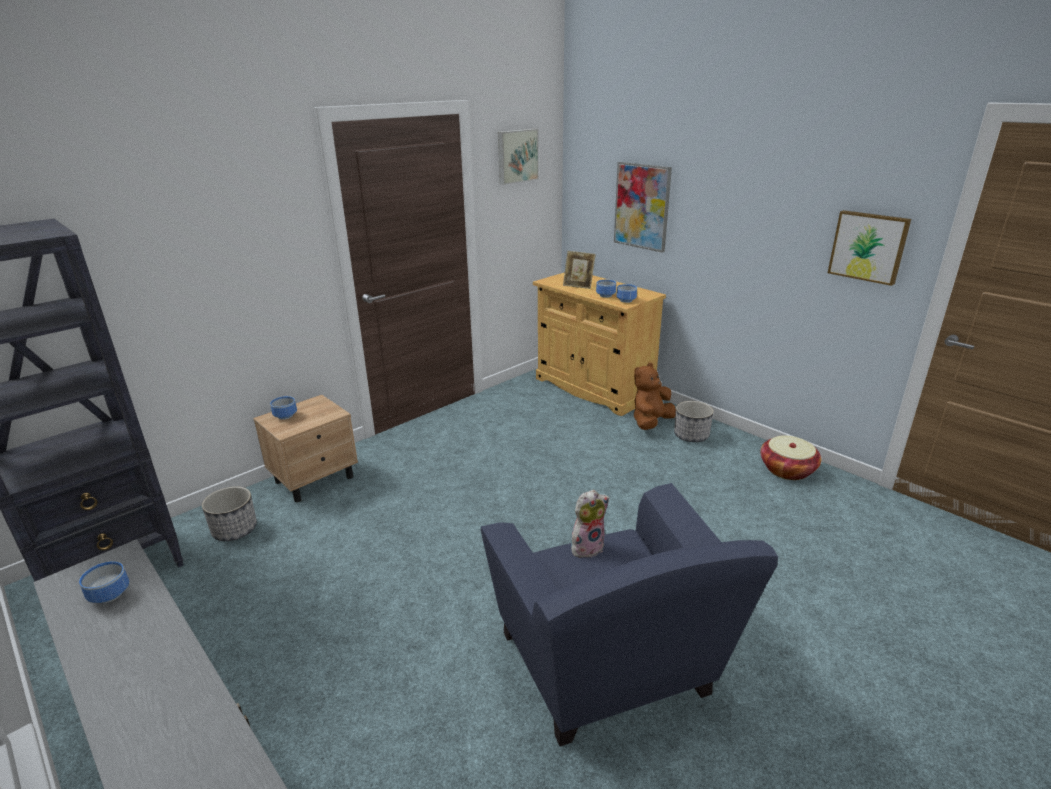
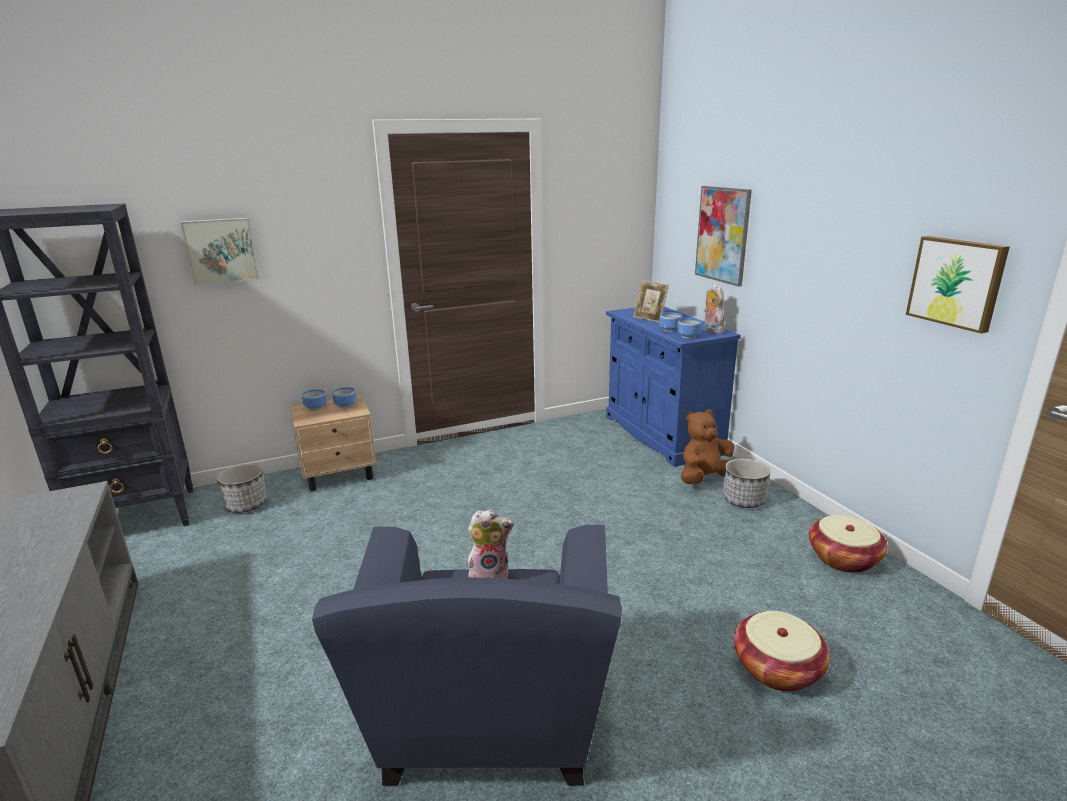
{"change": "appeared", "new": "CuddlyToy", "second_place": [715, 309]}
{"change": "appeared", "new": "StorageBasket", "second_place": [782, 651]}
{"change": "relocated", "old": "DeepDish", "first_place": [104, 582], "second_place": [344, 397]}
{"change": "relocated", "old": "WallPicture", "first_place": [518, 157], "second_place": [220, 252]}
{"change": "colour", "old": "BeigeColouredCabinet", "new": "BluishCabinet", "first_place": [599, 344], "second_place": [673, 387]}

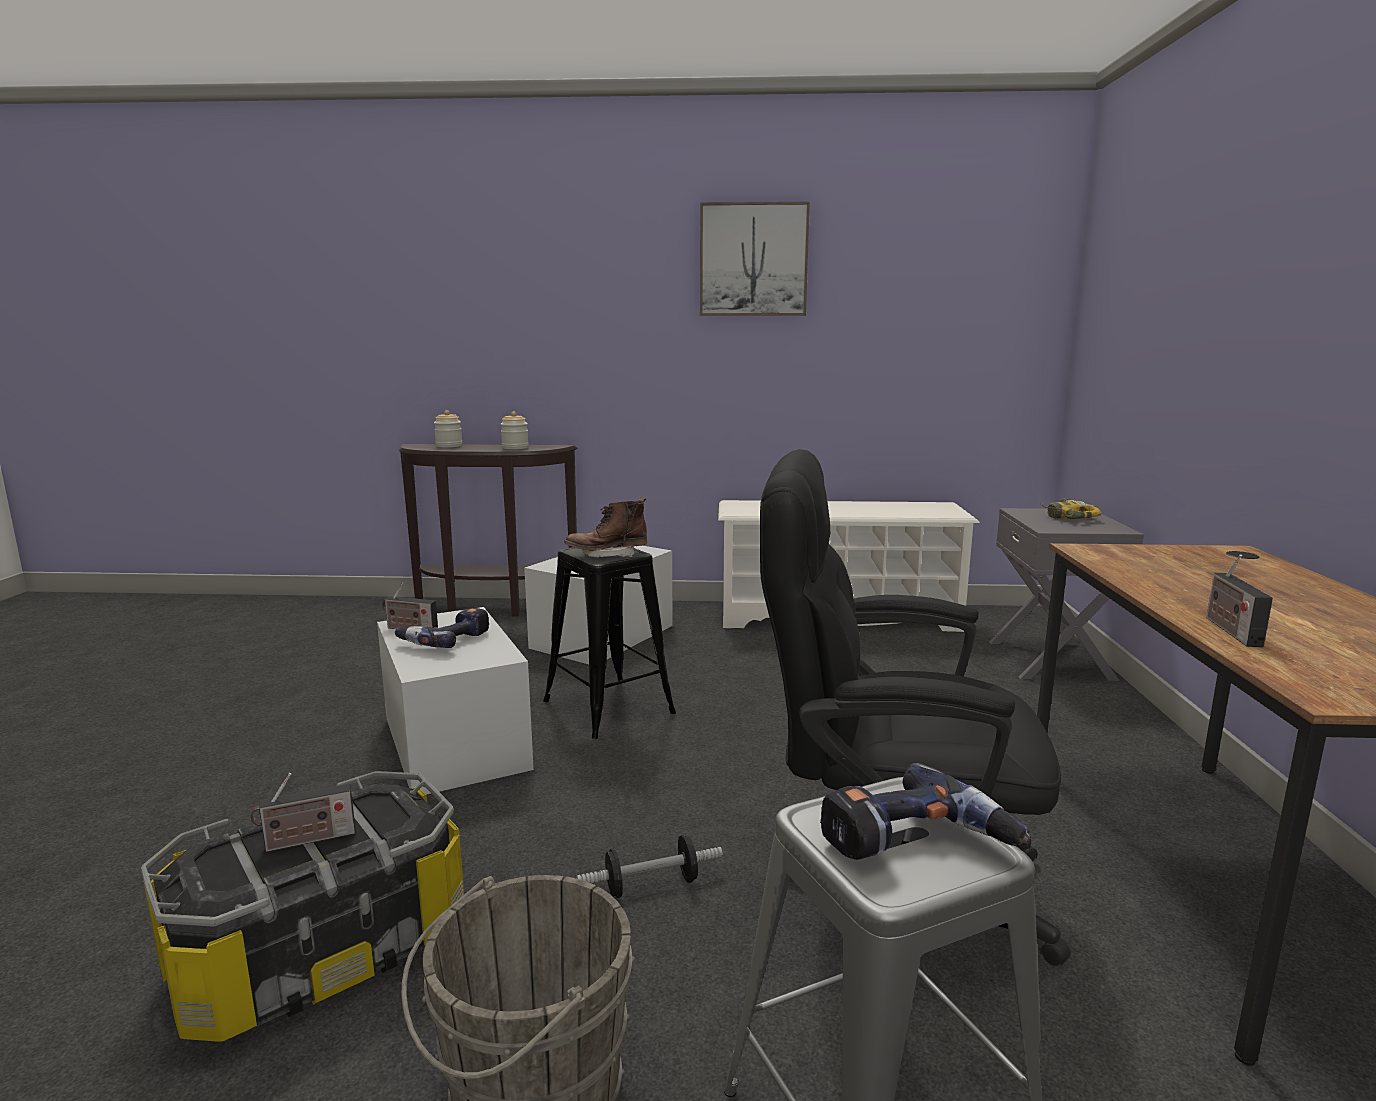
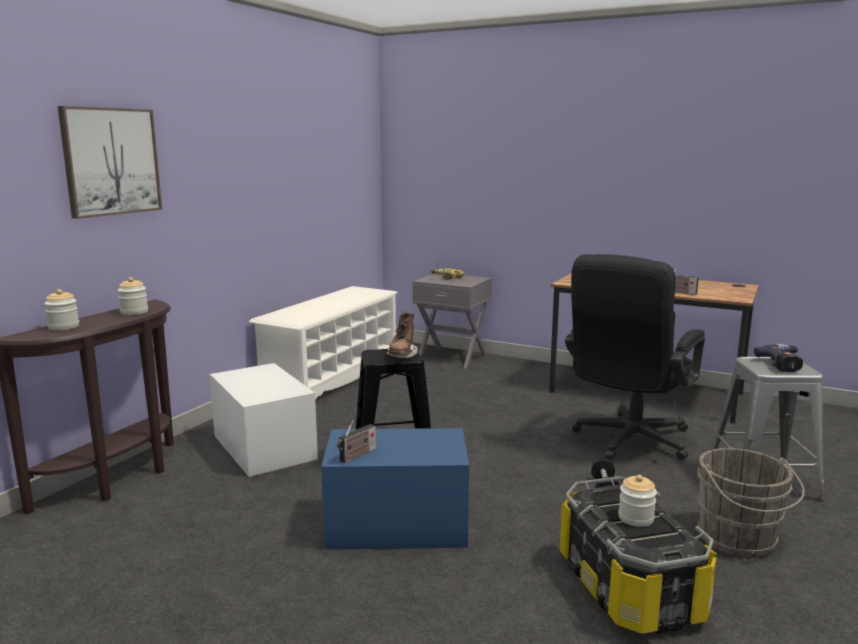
{"change": "missing", "old": "PowerDrill", "first_place": [442, 628]}
{"change": "relocated", "old": "WallPicture", "first_place": [755, 259], "second_place": [110, 162]}
{"change": "exchanged", "old": "RadioSet", "new": "PreserveJar", "first_place": [302, 812], "second_place": [637, 501]}
{"change": "colour", "old": "WhitishStorageBox", "new": "BluishStorageBox", "first_place": [455, 701], "second_place": [395, 489]}

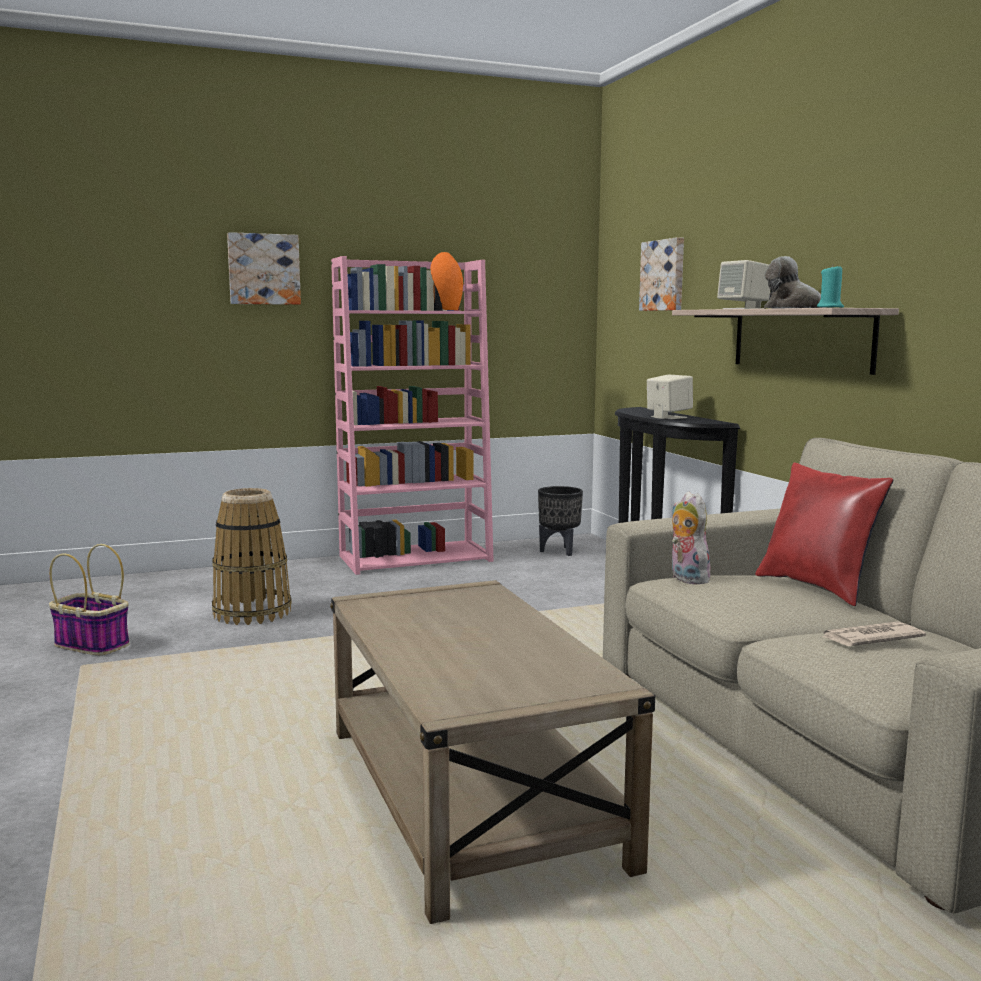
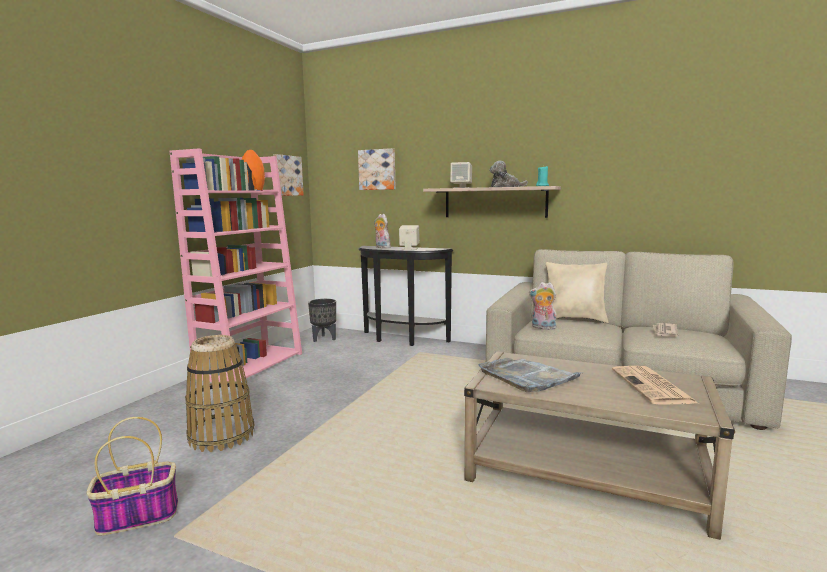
{"change": "appeared", "new": "CuddlyToy", "second_place": [382, 231]}
{"change": "appeared", "new": "GreyServingTray", "second_place": [530, 375]}
{"change": "appeared", "new": "PrintedPaper", "second_place": [655, 385]}
{"change": "relocated", "old": "WallPicture", "first_place": [264, 268], "second_place": [288, 175]}
{"change": "colour", "old": "RedCushion", "new": "BeigeColouredCushion", "first_place": [824, 534], "second_place": [577, 292]}

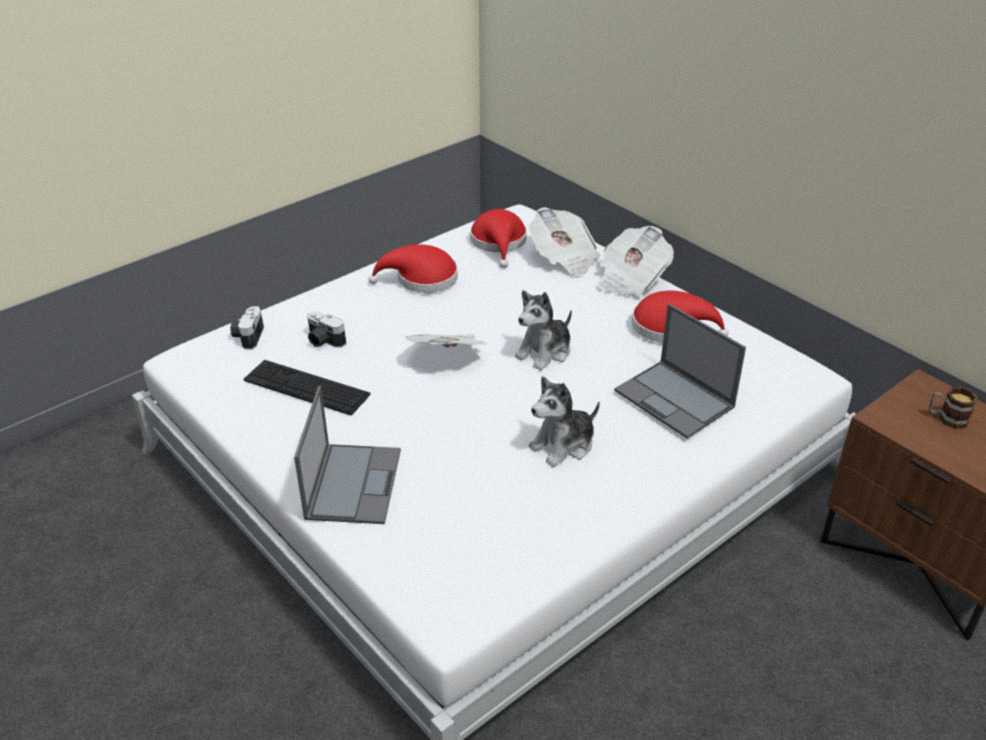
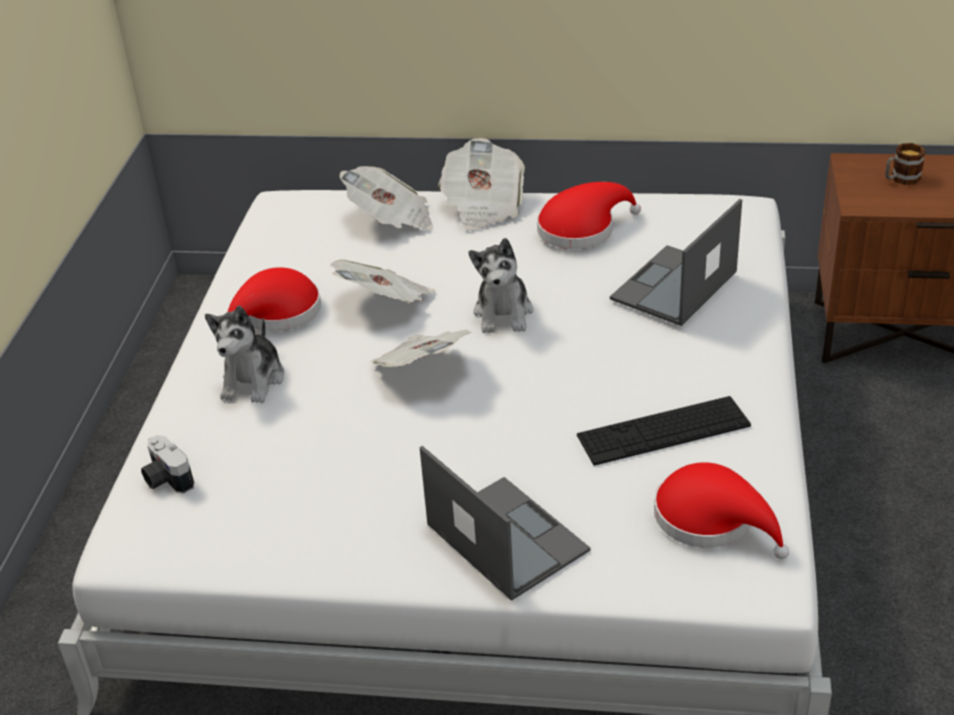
{"change": "missing", "old": "StillCamera", "first_place": [326, 329]}
{"change": "appeared", "new": "PrintedPaper", "second_place": [383, 281]}
{"change": "relocated", "old": "ComputerKeyboard", "first_place": [307, 388], "second_place": [664, 431]}
{"change": "relocated", "old": "RedHat", "first_place": [498, 238], "second_place": [721, 510]}
{"change": "relocated", "old": "CuddlyToy", "first_place": [564, 421], "second_place": [244, 354]}
{"change": "spun", "old": "PortableComputer", "first_place": [680, 371], "second_place": [676, 262], "degrees": 120}

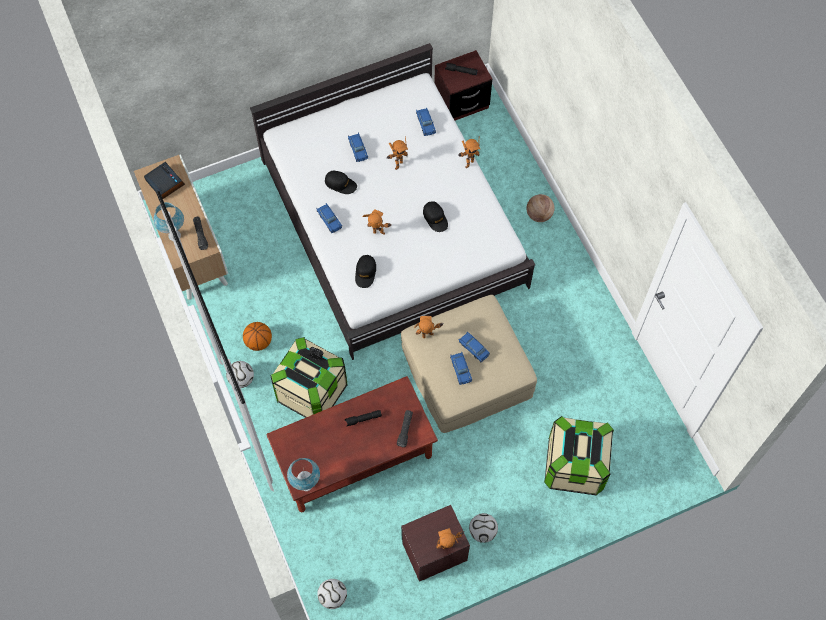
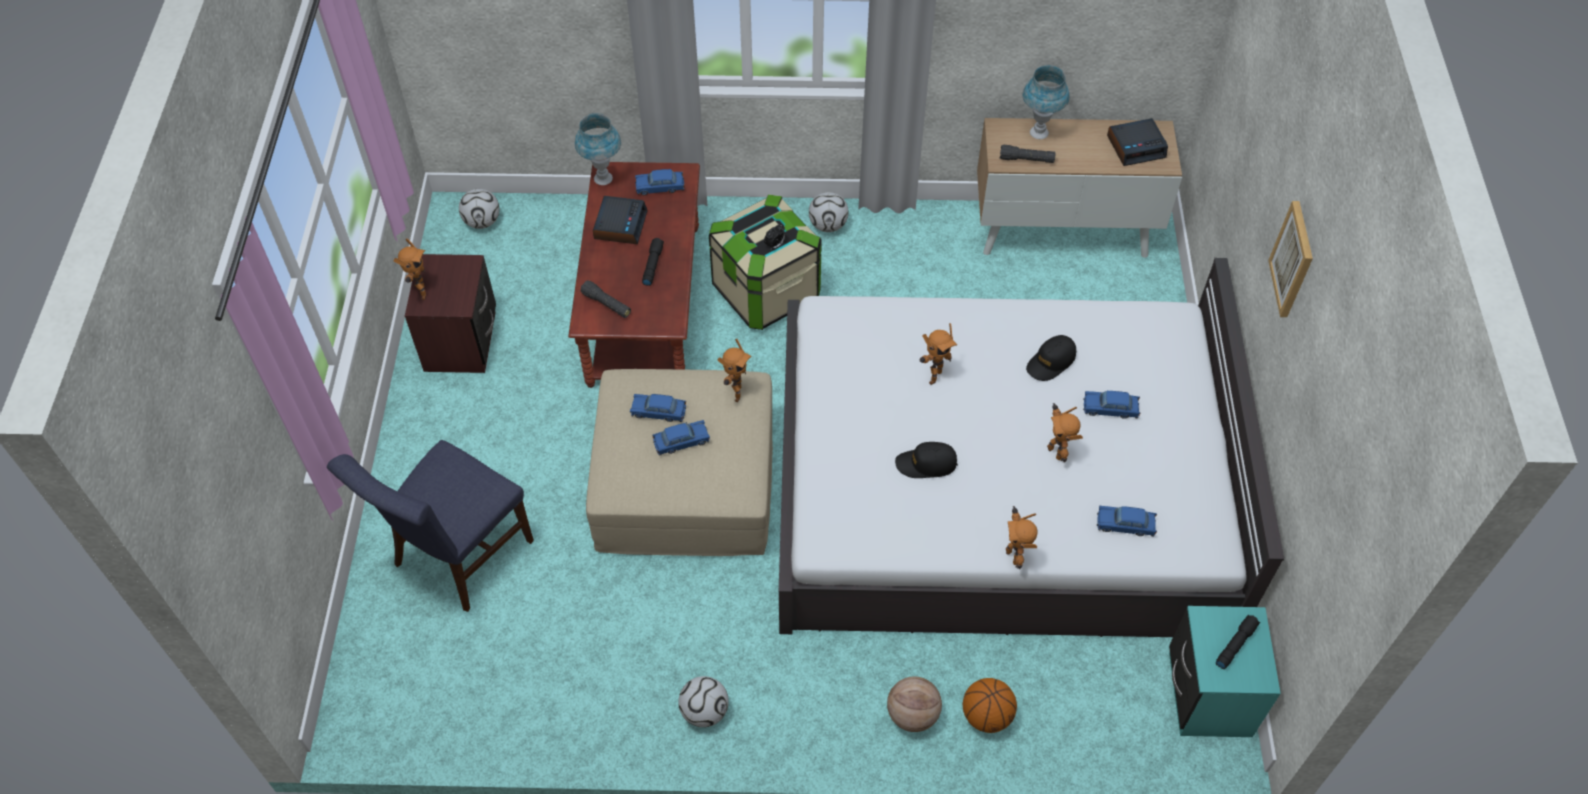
{"change": "missing", "old": "BlackColouredCap", "first_place": [365, 271]}
{"change": "appeared", "new": "TableClock", "second_place": [620, 220]}
{"change": "appeared", "new": "WallPicture", "second_place": [1290, 259]}
{"change": "relocated", "old": "BasketballBall", "first_place": [257, 336], "second_place": [990, 705]}
{"change": "relocated", "old": "BluishMiniatureCar", "first_place": [329, 218], "second_place": [660, 182]}
{"change": "relocated", "old": "BallForFootball", "first_place": [483, 528], "second_place": [703, 701]}
{"change": "exchanged", "old": "StorageBox", "new": "BluishUprightChair", "first_place": [579, 455], "second_place": [430, 526]}
{"change": "colour", "old": "BrownishBedsideTable", "new": "TurquoiseColouredBedsideTable", "first_place": [463, 85], "second_place": [1225, 671]}

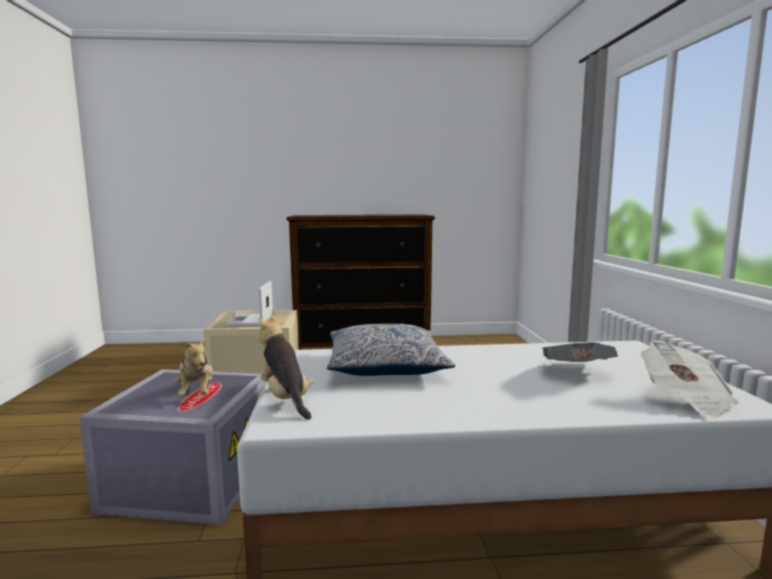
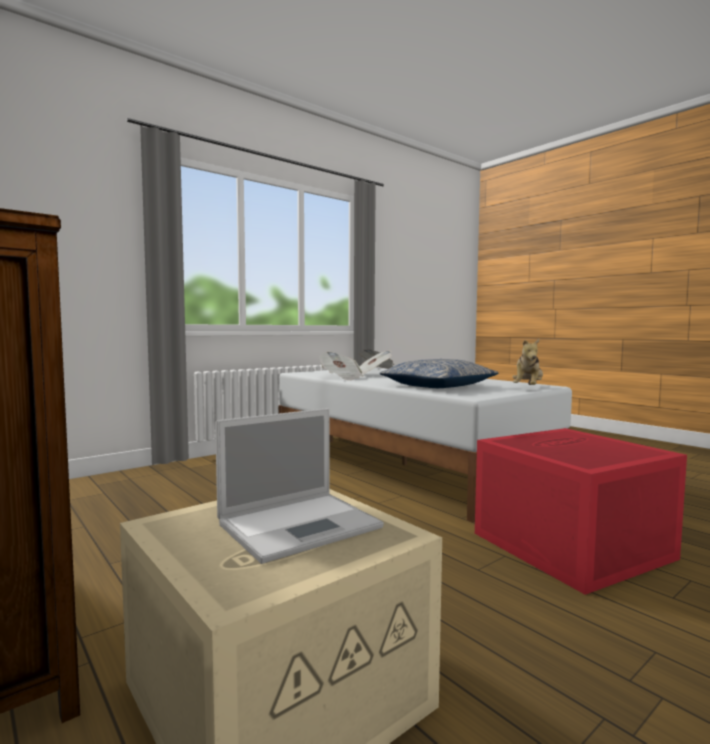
{"change": "missing", "old": "CuddlyToy", "first_place": [193, 366]}
{"change": "appeared", "new": "PrintedPaper", "second_place": [341, 366]}
{"change": "colour", "old": "GreyStorageBox", "new": "RedStorageBox", "first_place": [172, 447], "second_place": [581, 511]}

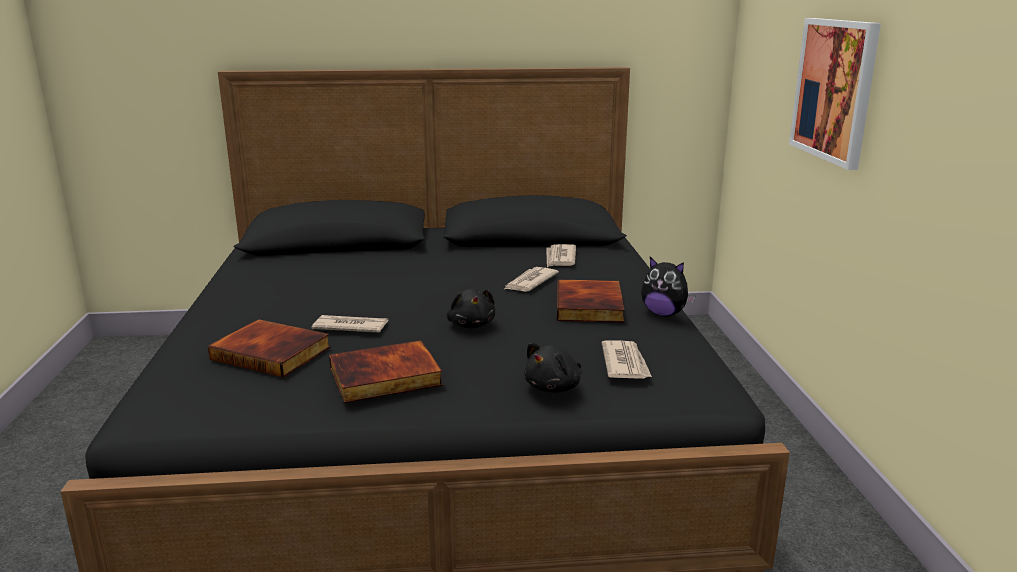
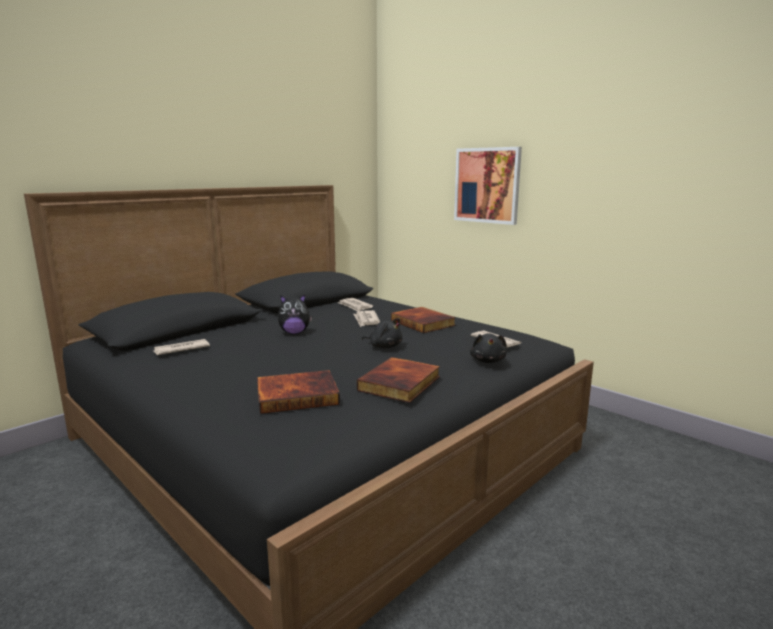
{"change": "relocated", "old": "PrintedPaper", "first_place": [350, 324], "second_place": [182, 347]}
{"change": "relocated", "old": "CuddlyToy", "first_place": [668, 286], "second_place": [295, 314]}

